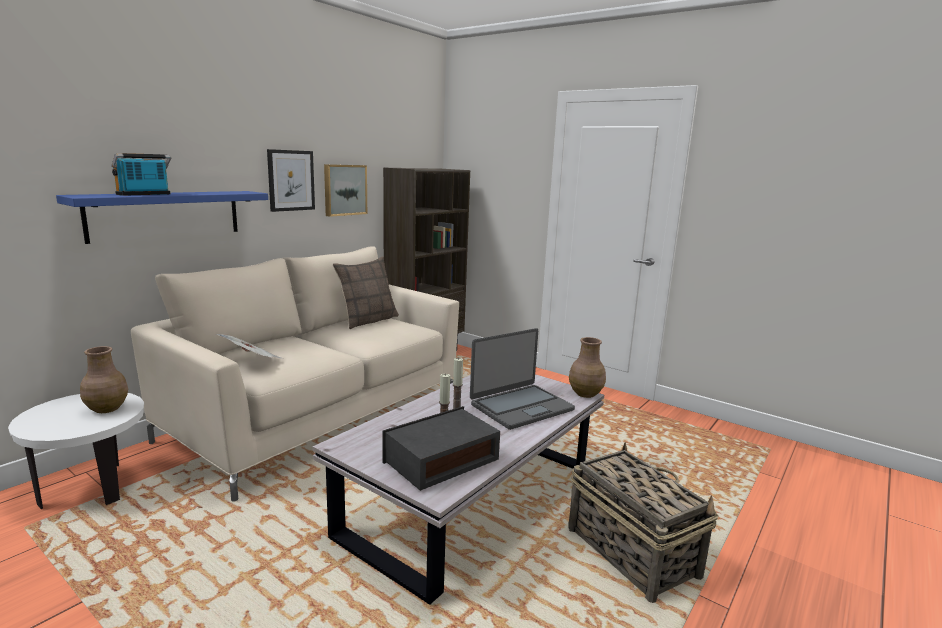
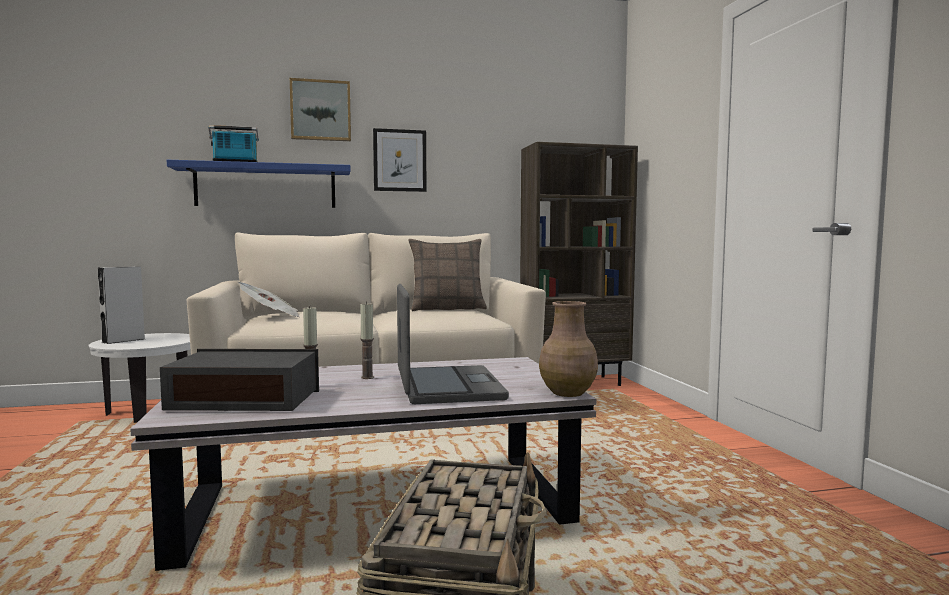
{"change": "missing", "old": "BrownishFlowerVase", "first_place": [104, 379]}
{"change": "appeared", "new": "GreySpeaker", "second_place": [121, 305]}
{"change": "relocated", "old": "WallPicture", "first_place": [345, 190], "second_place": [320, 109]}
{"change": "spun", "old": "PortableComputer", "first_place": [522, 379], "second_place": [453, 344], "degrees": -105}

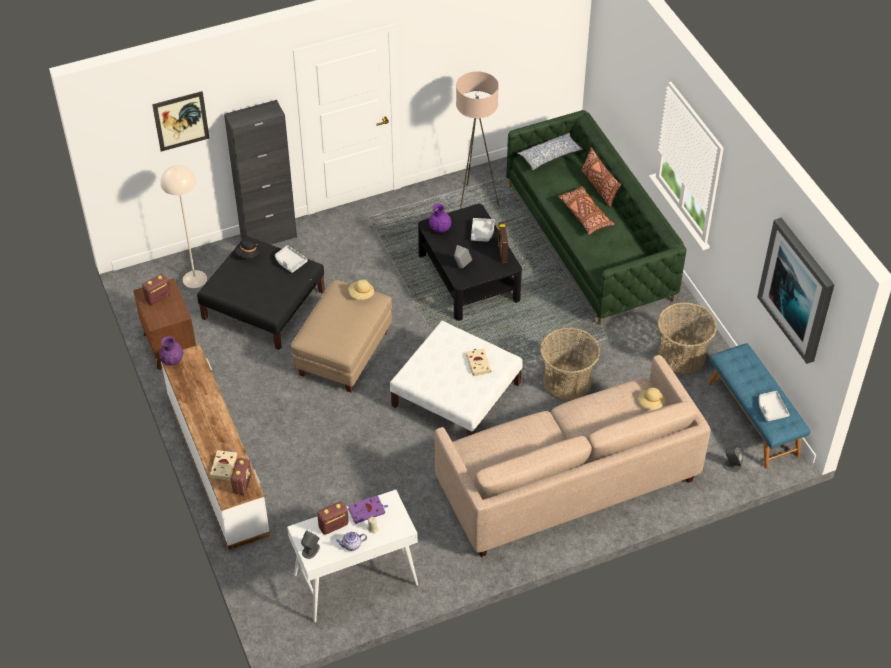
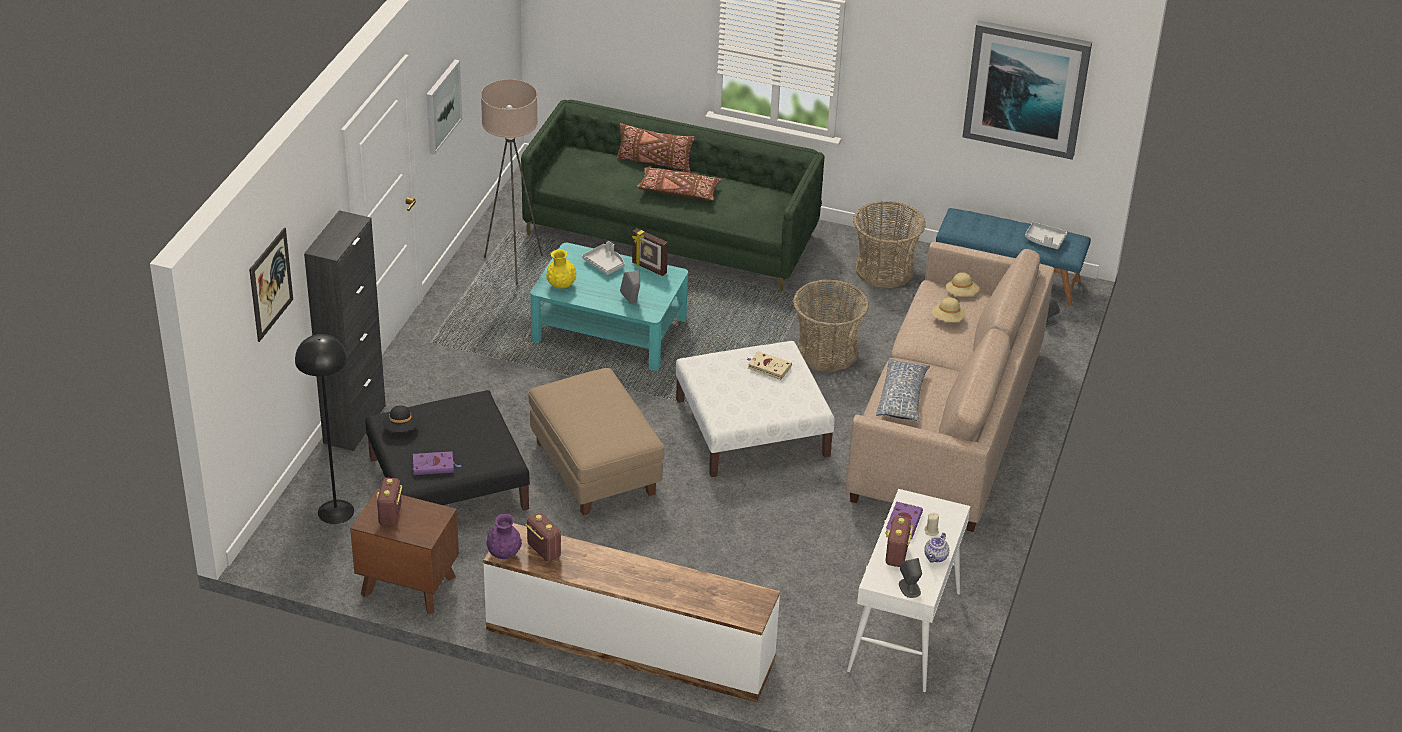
{"change": "missing", "old": "BeigeColouredVolume", "first_place": [223, 465]}
{"change": "missing", "old": "GreyServingTray", "first_place": [291, 259]}
{"change": "appeared", "new": "PurpleColouredVolume", "second_place": [437, 463]}
{"change": "appeared", "new": "WallPicture", "second_place": [444, 107]}
{"change": "relocated", "old": "RadioSet", "first_place": [241, 476], "second_place": [543, 537]}
{"change": "relocated", "old": "BeigeColouredHat", "first_place": [361, 289], "second_place": [949, 309]}
{"change": "relocated", "old": "Cushion", "first_place": [550, 151], "second_place": [903, 389]}
{"change": "colour", "old": "BeigeColouredFloorLamp", "new": "BlackColouredFloorLamp", "first_place": [183, 226], "second_place": [324, 429]}
{"change": "colour", "old": "BlackColouredLowTable", "new": "TurquoiseColouredLowTable", "first_place": [470, 262], "second_place": [609, 307]}
{"change": "colour", "old": "PurpleColouredFlowerVase", "new": "YellowishFlowerVase", "first_place": [440, 218], "second_place": [561, 269]}

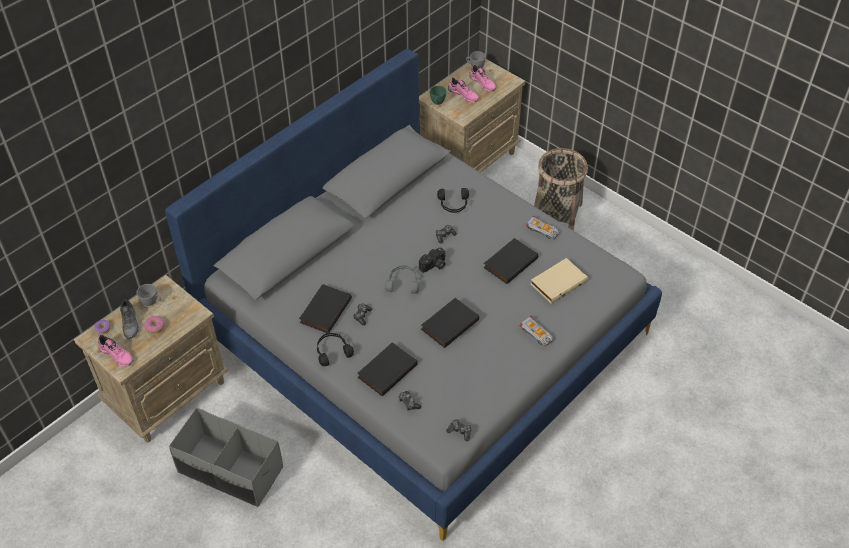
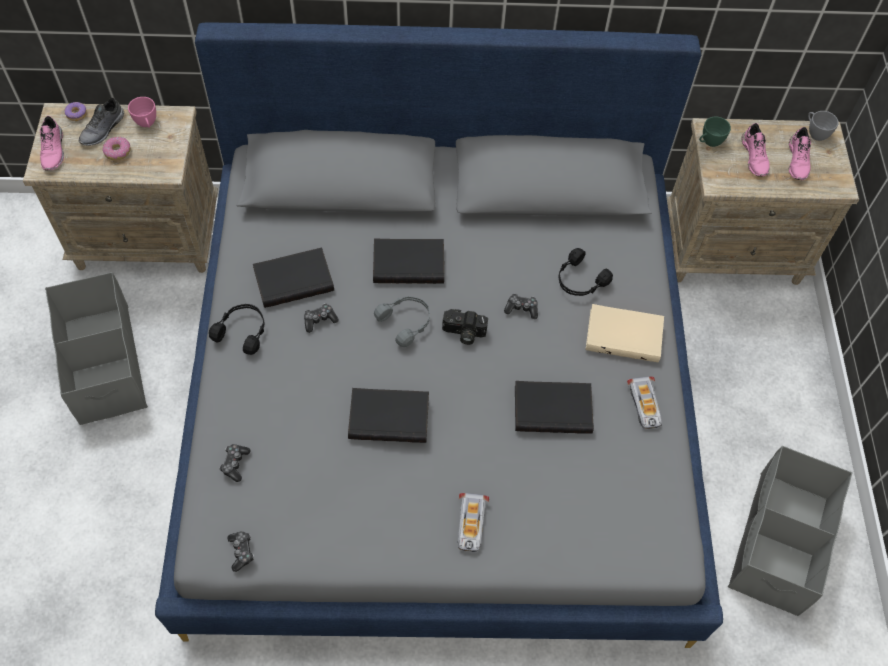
{"change": "missing", "old": "StorageBasket", "first_place": [561, 189]}
{"change": "appeared", "new": "GreyStorageBox", "second_place": [790, 531]}
{"change": "relocated", "old": "BlackColouredVolume", "first_place": [387, 369], "second_place": [408, 261]}
{"change": "relocated", "old": "BeigeColouredVolume", "first_place": [559, 281], "second_place": [625, 333]}
{"change": "colour", "old": "GreyCup", "new": "PinkCup", "first_place": [149, 295], "second_place": [142, 112]}

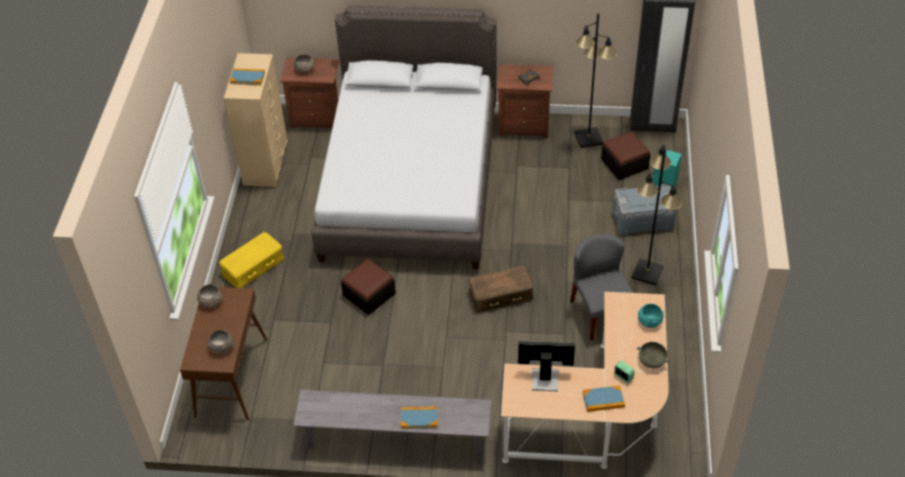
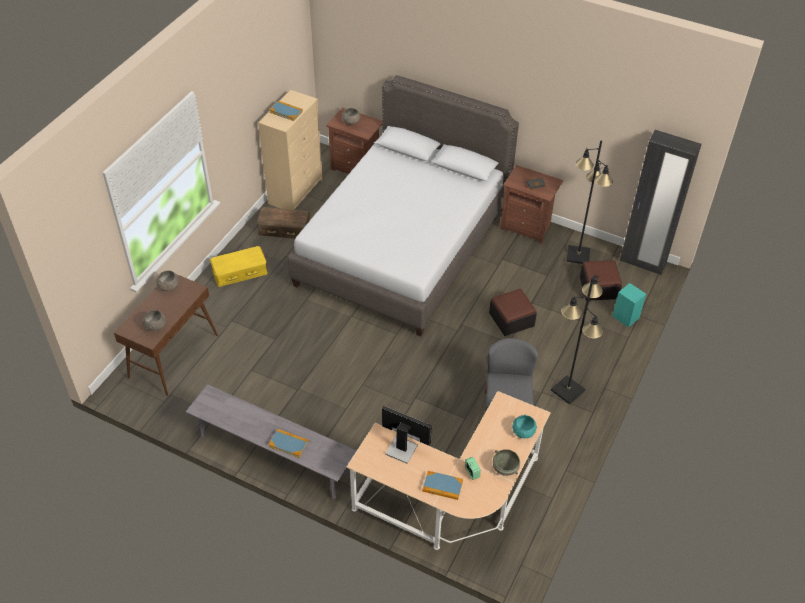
{"change": "missing", "old": "GreyStorageBox", "first_place": [645, 209]}
{"change": "relocated", "old": "Ottoman", "first_place": [368, 287], "second_place": [513, 312]}
{"change": "relocated", "old": "BrownishStorageBox", "first_place": [501, 289], "second_place": [283, 223]}

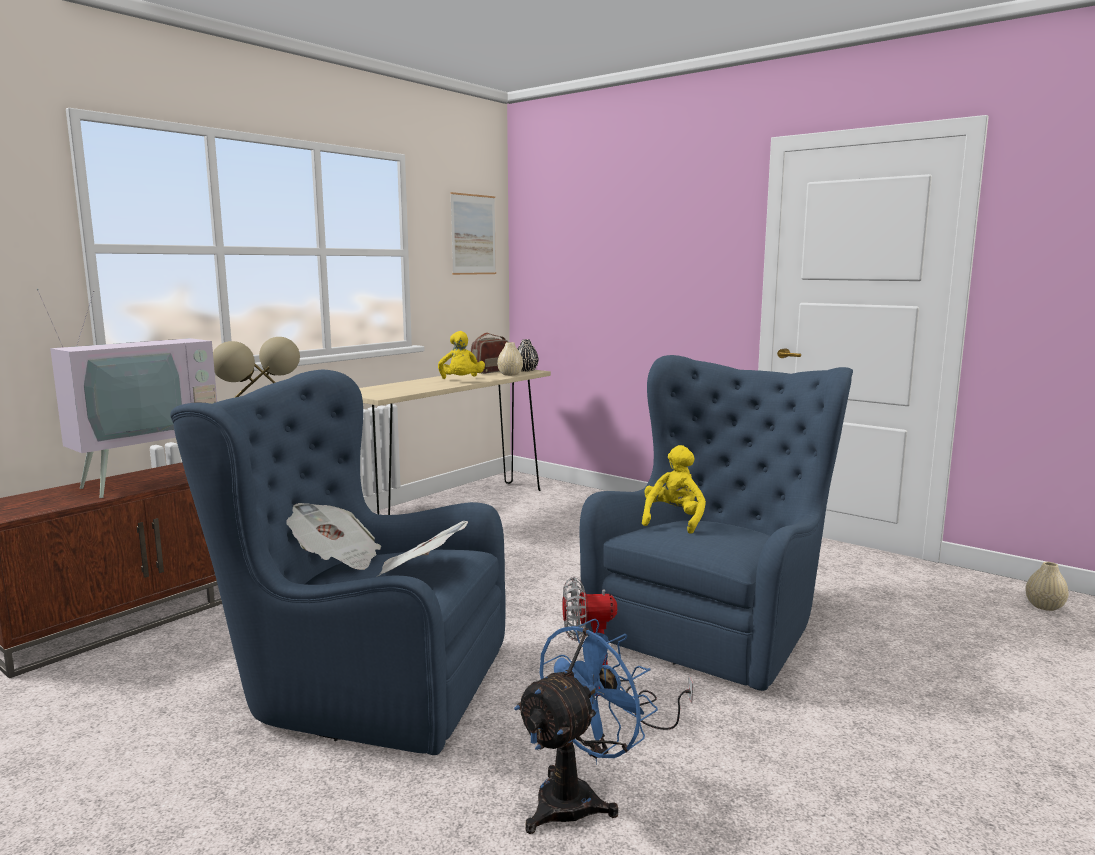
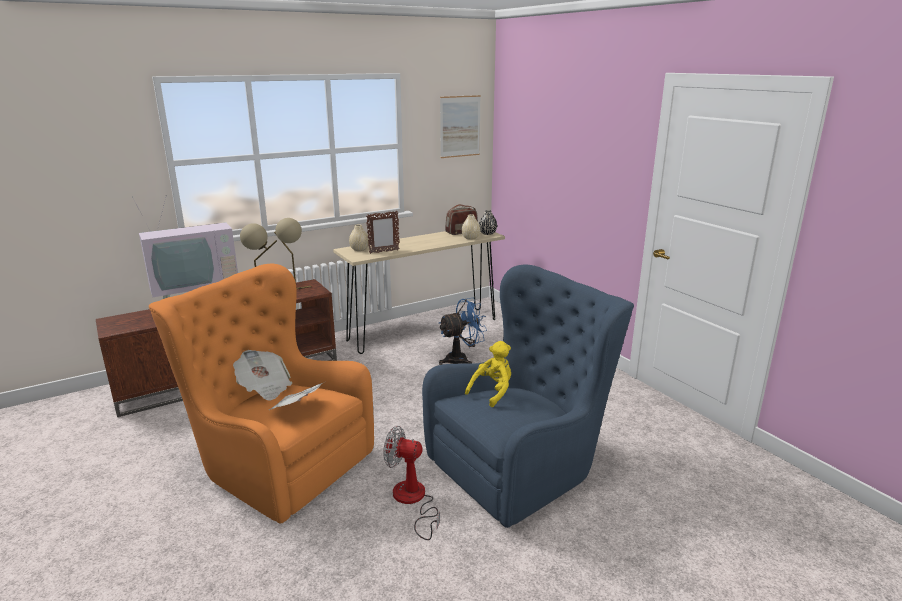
{"change": "missing", "old": "YellowishCuddlyToy", "first_place": [461, 355]}
{"change": "appeared", "new": "PhotoFrame", "second_place": [383, 232]}
{"change": "relocated", "old": "BluishCoolingFan", "first_place": [586, 726], "second_place": [463, 331]}
{"change": "relocated", "old": "BeigeColouredFlowerVase", "first_place": [1047, 586], "second_place": [359, 237]}
{"change": "colour", "old": "BluishEasyChair", "new": "OrangeyEasyChair", "first_place": [338, 562], "second_place": [261, 393]}

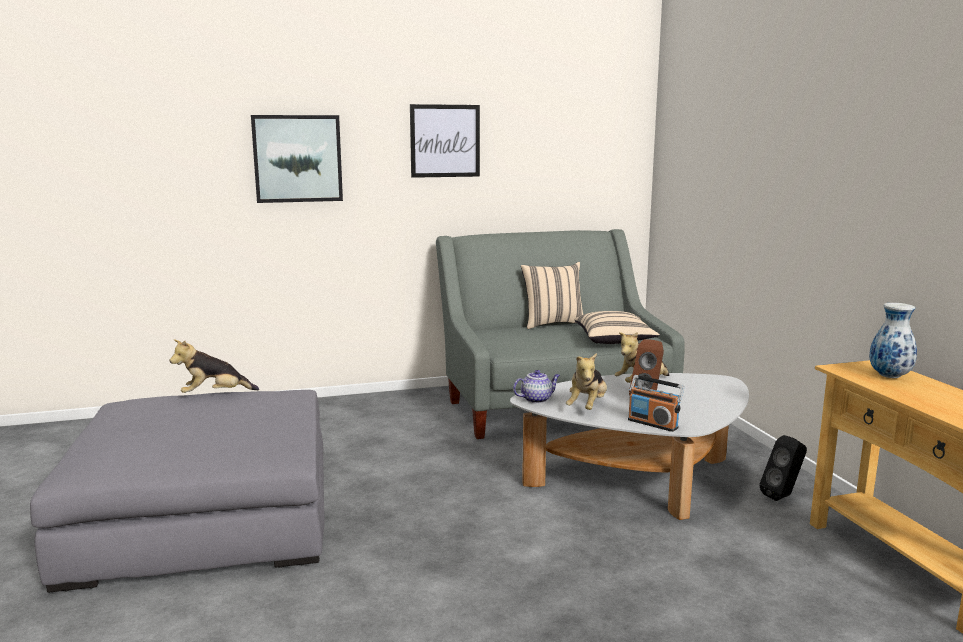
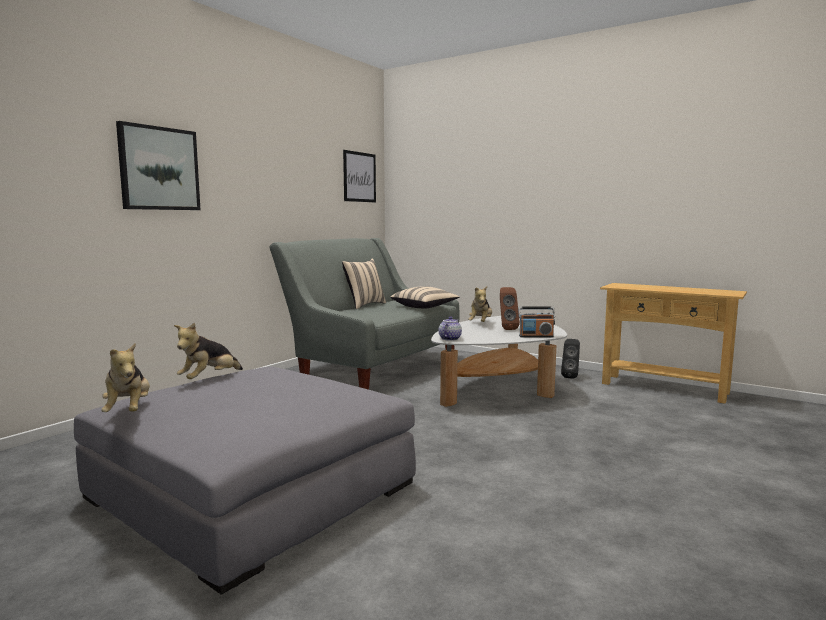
{"change": "missing", "old": "FlowerVase", "first_place": [893, 340]}
{"change": "relocated", "old": "WallPicture", "first_place": [445, 141], "second_place": [359, 176]}
{"change": "relocated", "old": "CuddlyToy", "first_place": [586, 381], "second_place": [125, 377]}

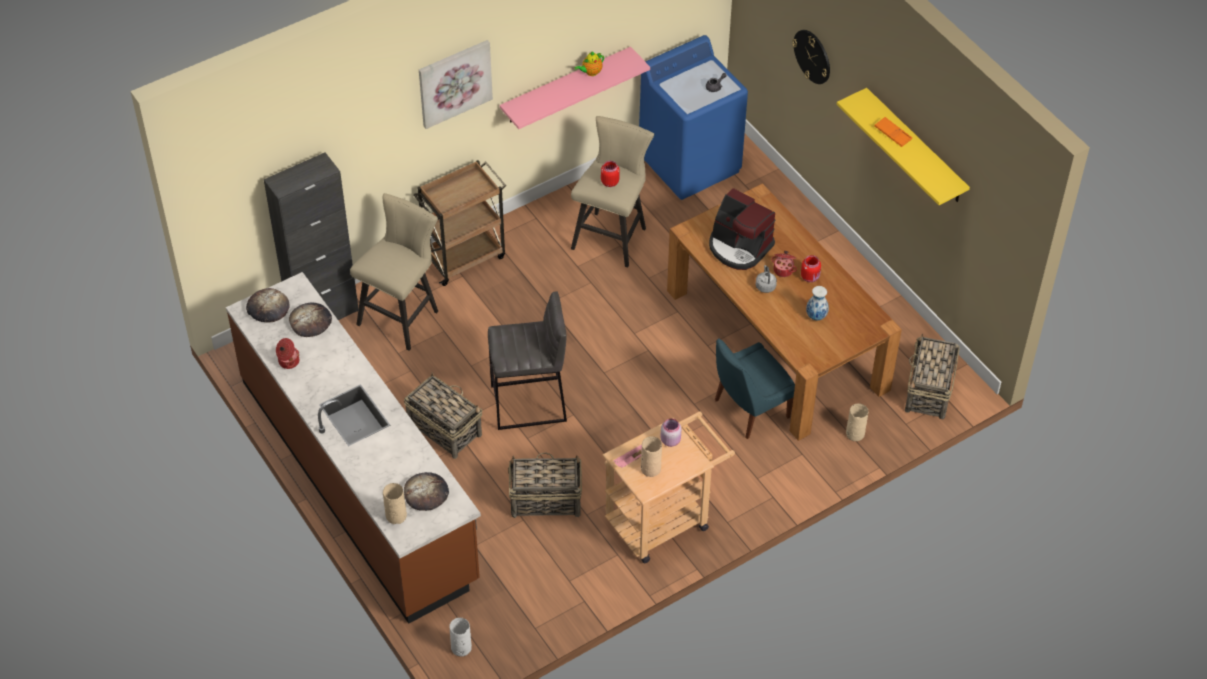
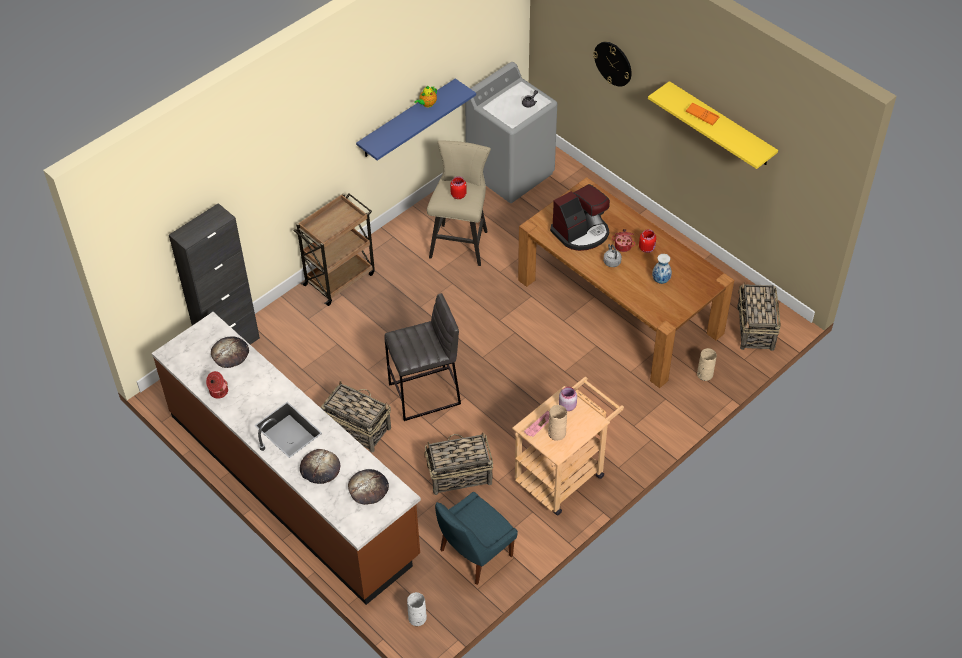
{"change": "missing", "old": "BeigeColouredSittingStool", "first_place": [394, 272]}
{"change": "missing", "old": "BeigeColouredFlowerVase", "first_place": [395, 503]}
{"change": "missing", "old": "WallPicture", "first_place": [456, 84]}
{"change": "relocated", "old": "BakeryBread", "first_place": [268, 305], "second_place": [320, 466]}
{"change": "relocated", "old": "BluishUprightChair", "first_place": [755, 388], "second_place": [476, 538]}
{"change": "colour", "old": "PinkWallShelf", "new": "BluishWallShelf", "first_place": [575, 88], "second_place": [416, 119]}
{"change": "colour", "old": "BluishWashingMachine", "new": "GreyWashingMachine", "first_place": [693, 117], "second_place": [511, 132]}
{"change": "spun", "old": "CoffeeMaker", "first_place": [742, 229], "second_place": [580, 217], "degrees": -60}

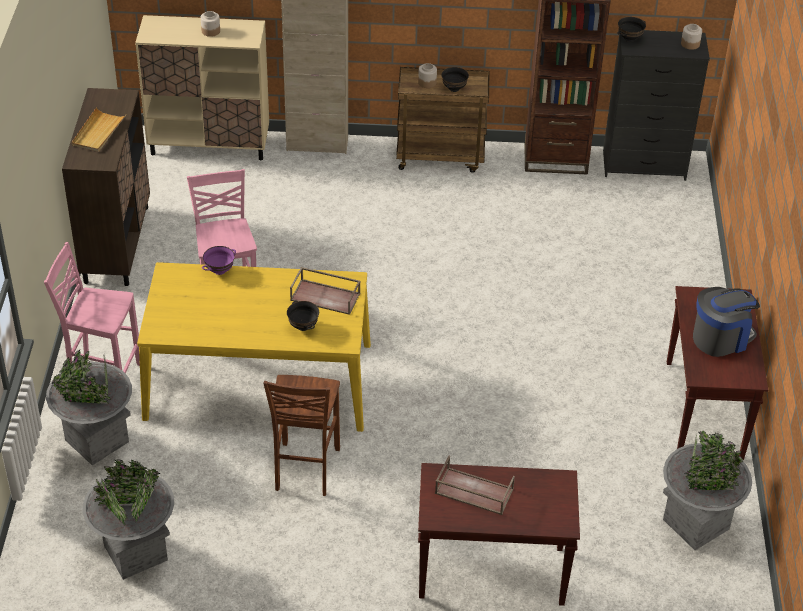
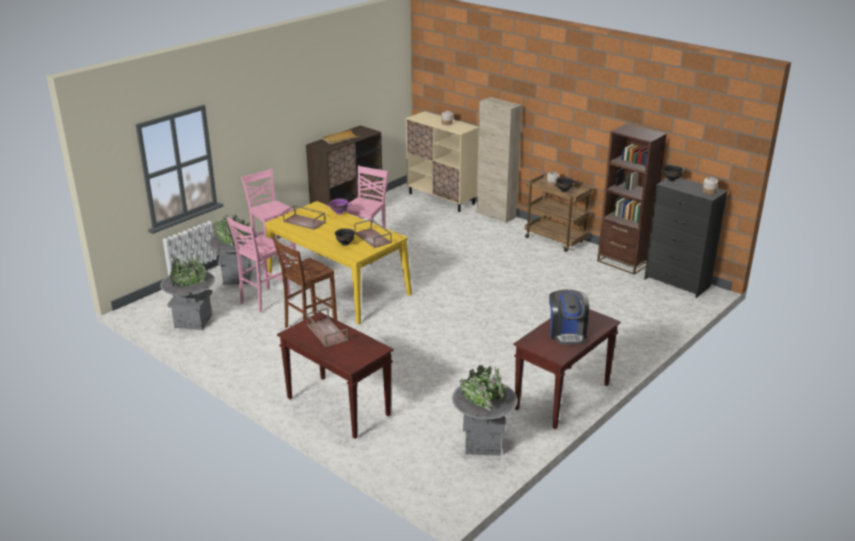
{"change": "appeared", "new": "PinkSittingStool", "second_place": [258, 265]}
{"change": "appeared", "new": "BrownishServingTray", "second_place": [304, 217]}
{"change": "spun", "old": "CoffeeMaker", "first_place": [726, 322], "second_place": [569, 317], "degrees": 75}

